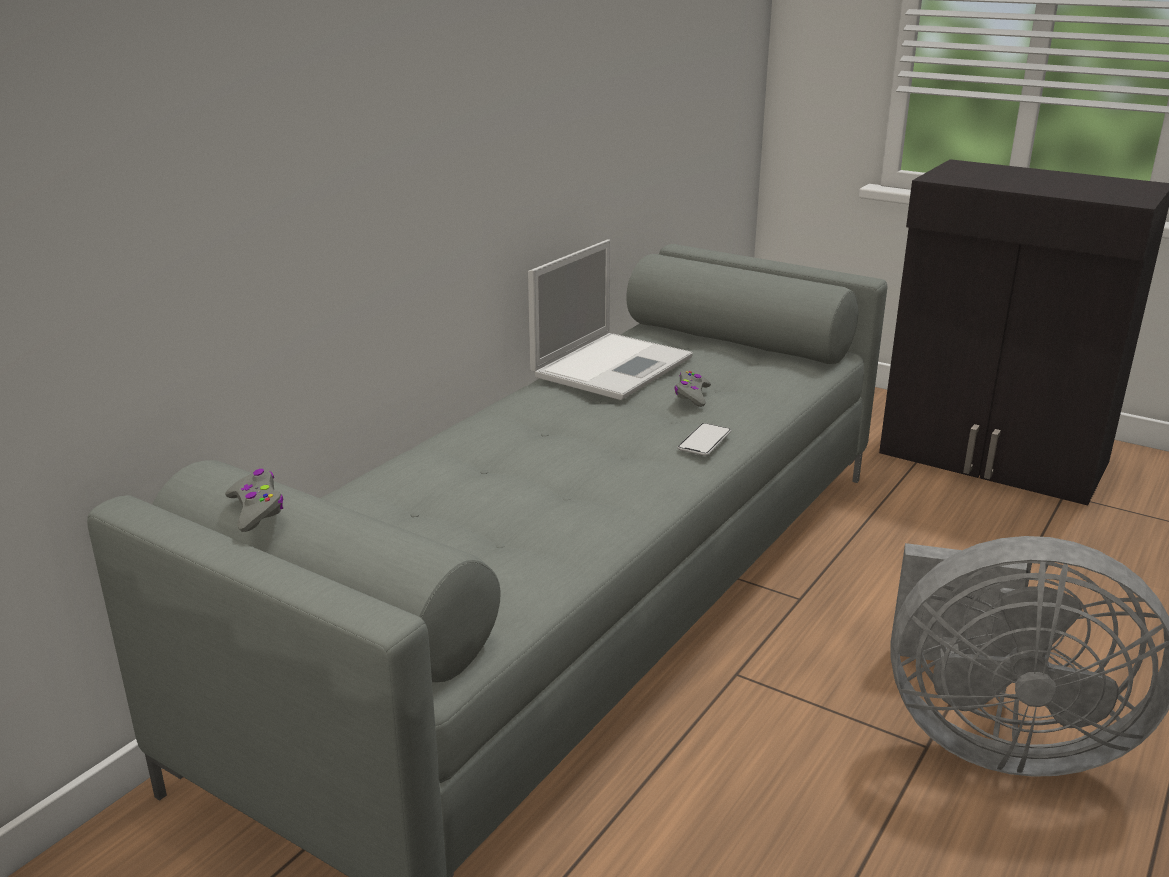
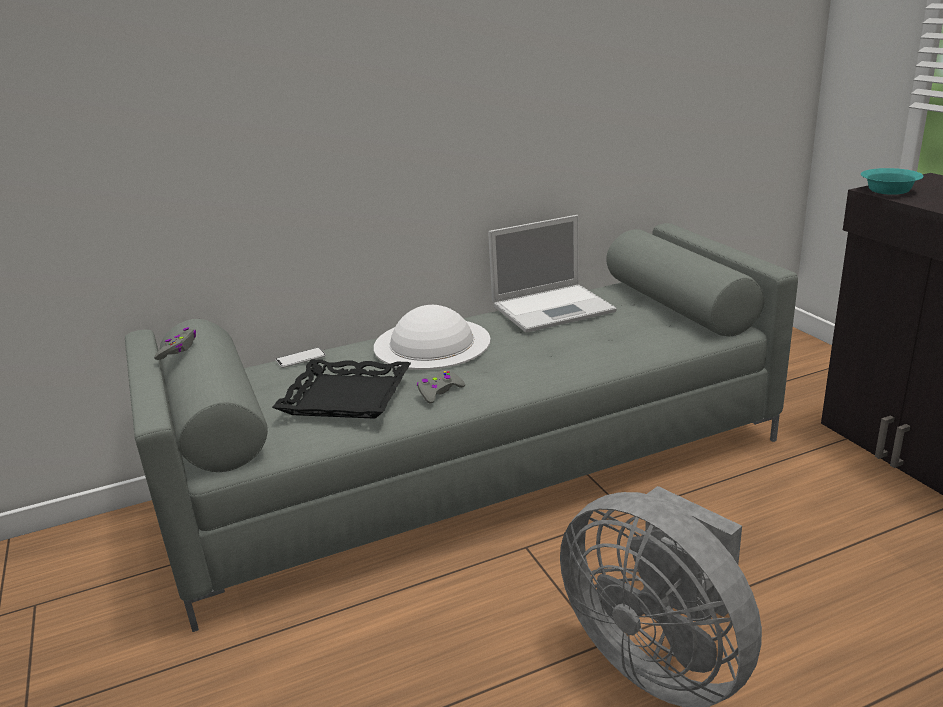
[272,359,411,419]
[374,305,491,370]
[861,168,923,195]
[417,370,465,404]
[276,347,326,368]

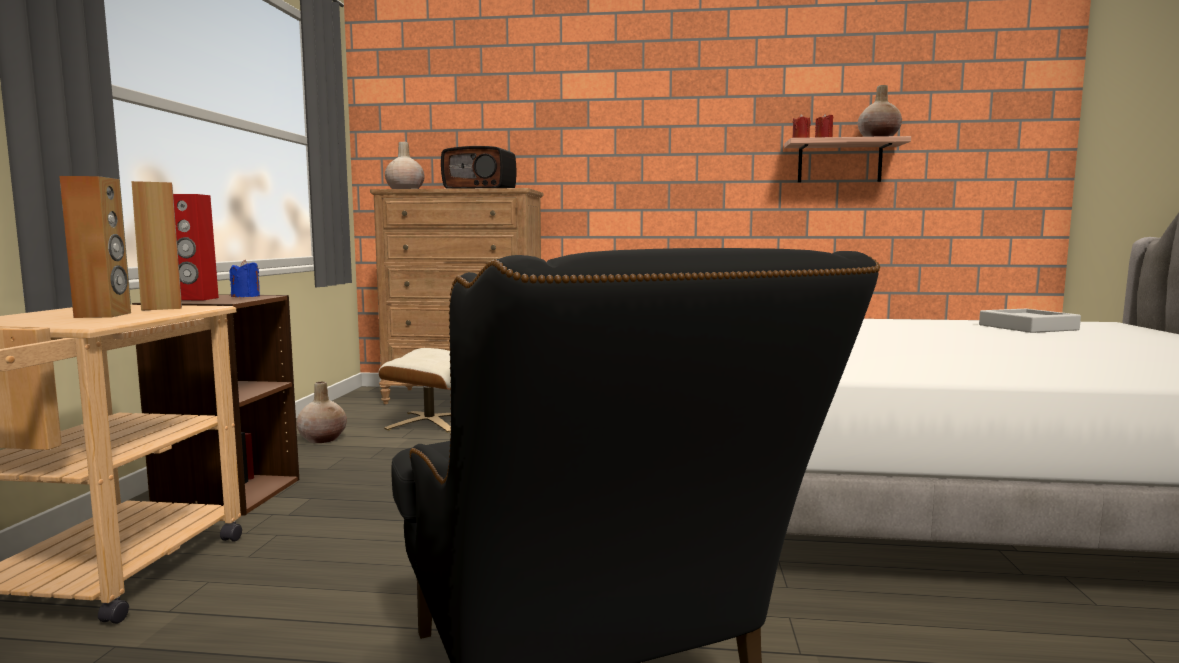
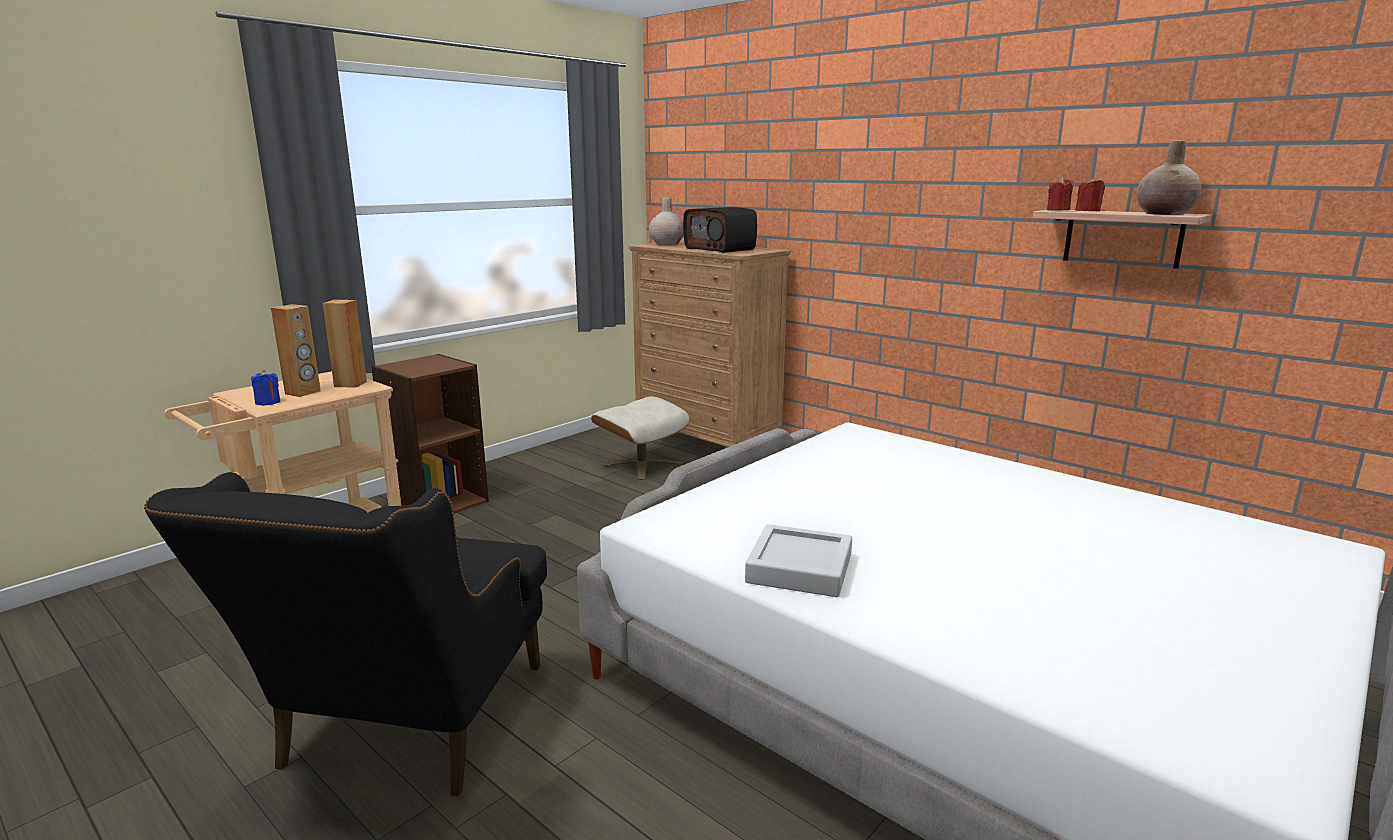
[173,194,219,300] (first image)
[296,382,347,443] (first image)
[251,370,280,406]
[745,524,852,597]

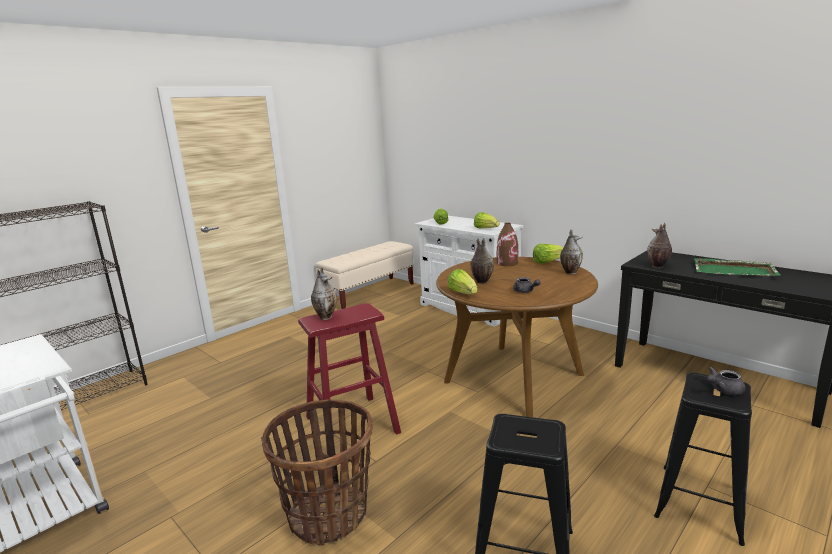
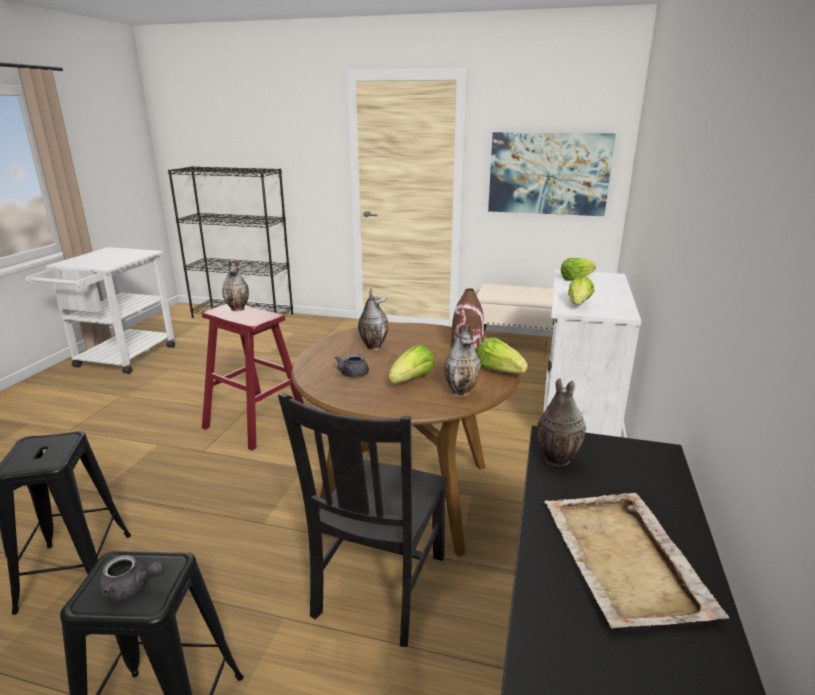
[261,399,372,545] (first image)
[278,393,447,647]
[488,132,616,216]
[389,345,435,383]
[544,493,729,629]
[99,555,164,602]

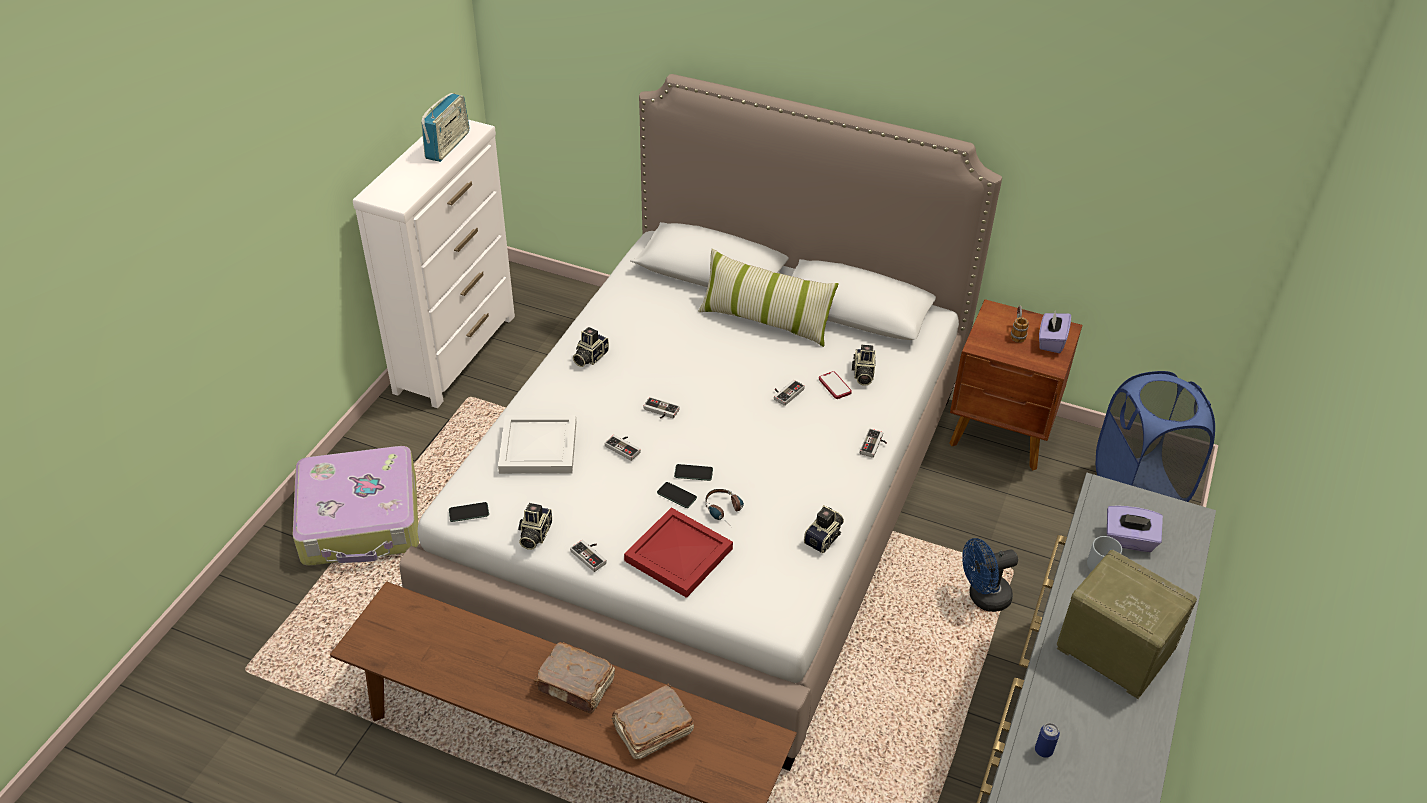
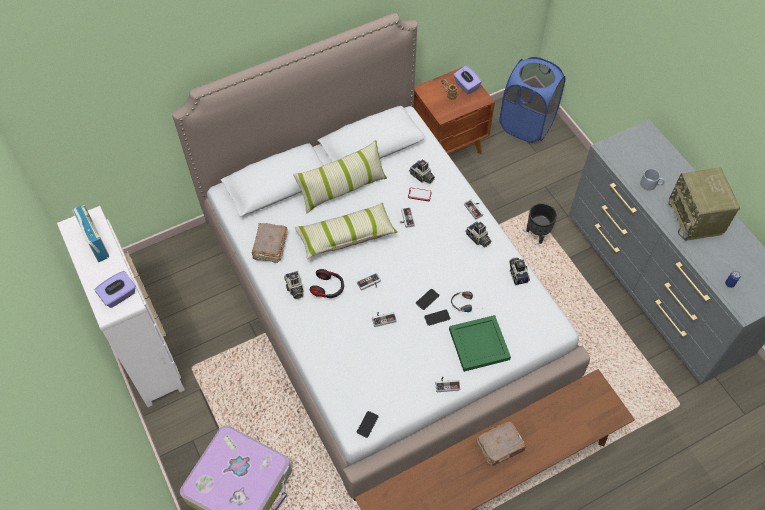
[498,415,576,474] (first image)
[294,203,398,259]
[310,269,344,298]
[465,221,491,248]
[252,223,287,263]
[95,271,136,308]
[526,203,557,244]
[449,315,511,372]
[668,168,740,241]

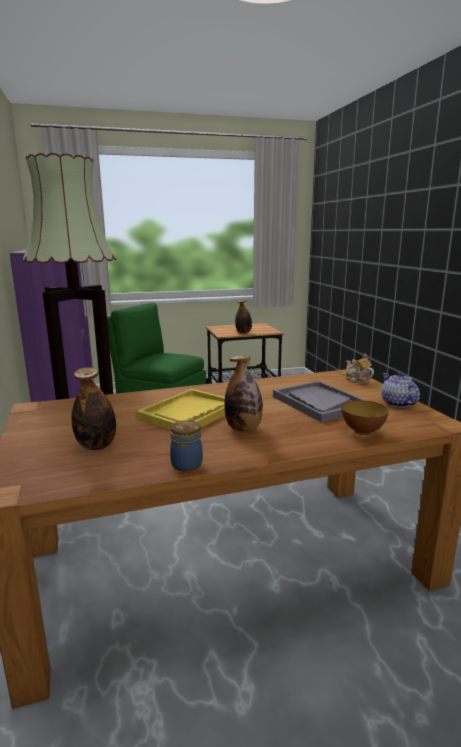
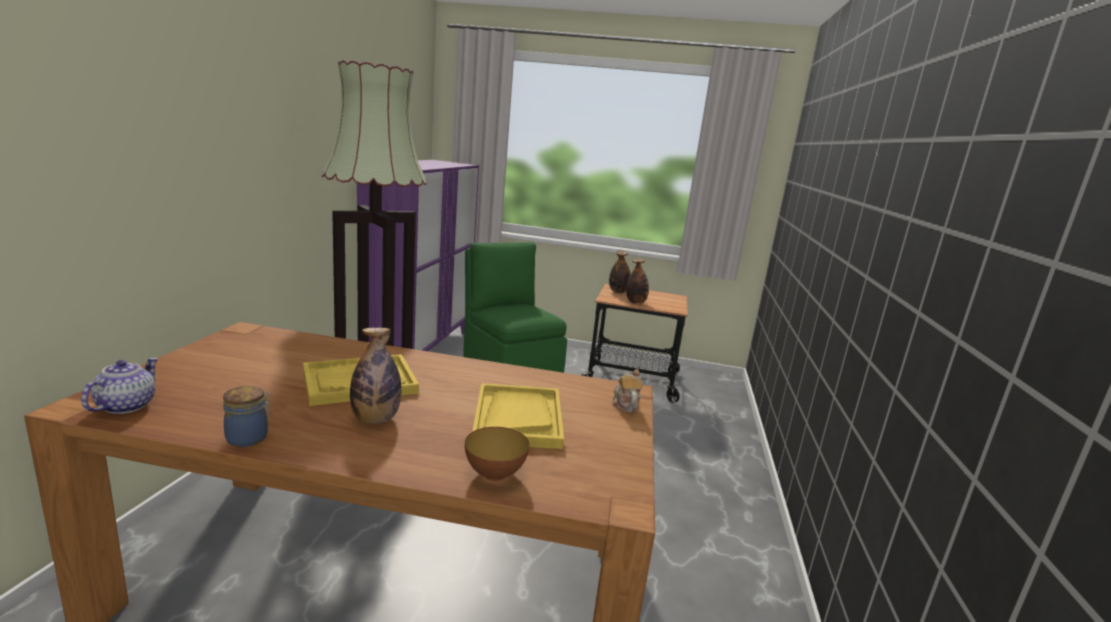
[609,251,630,293]
[81,358,159,414]
[472,383,564,449]

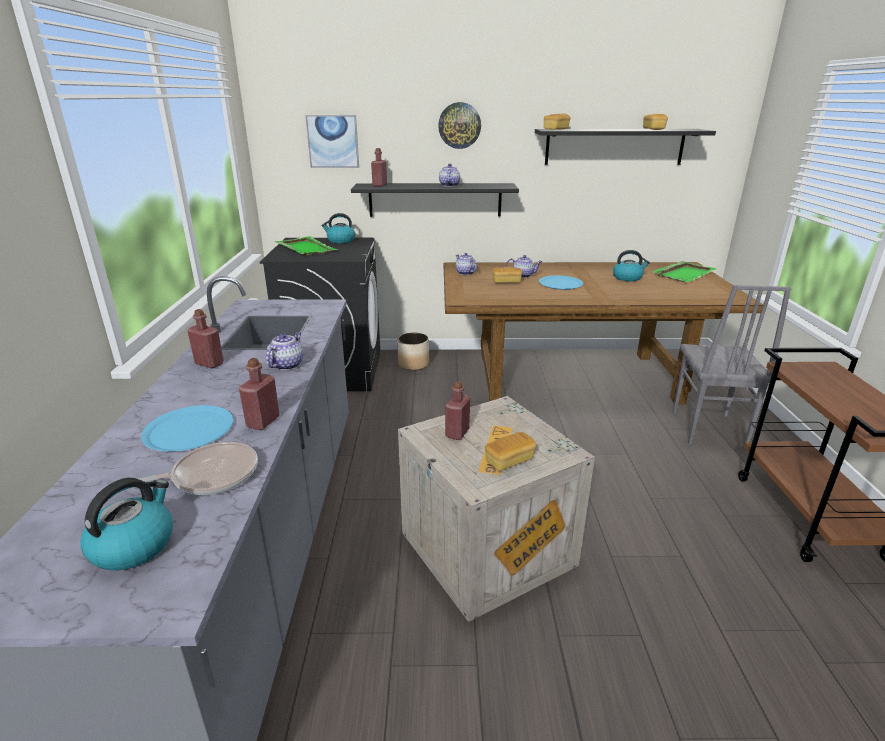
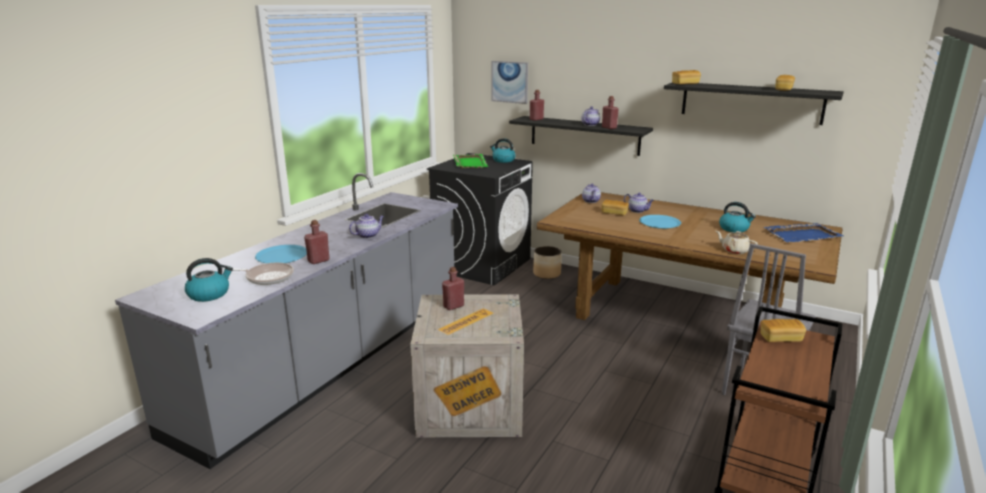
[438,102,481,149] (first image)
[716,231,758,254]
[602,96,619,129]
[760,319,806,342]
[764,223,844,242]

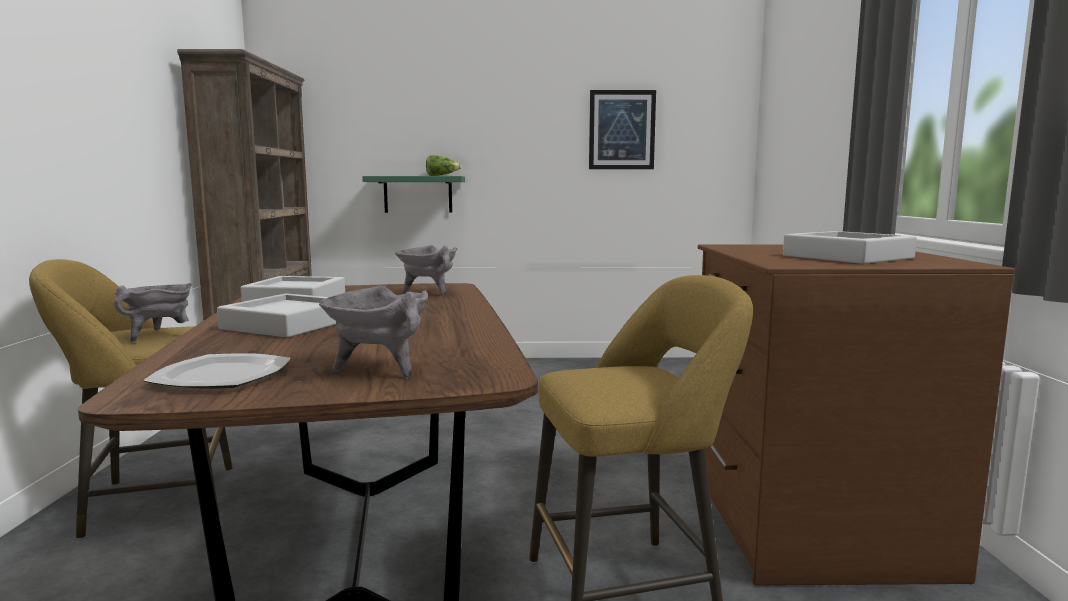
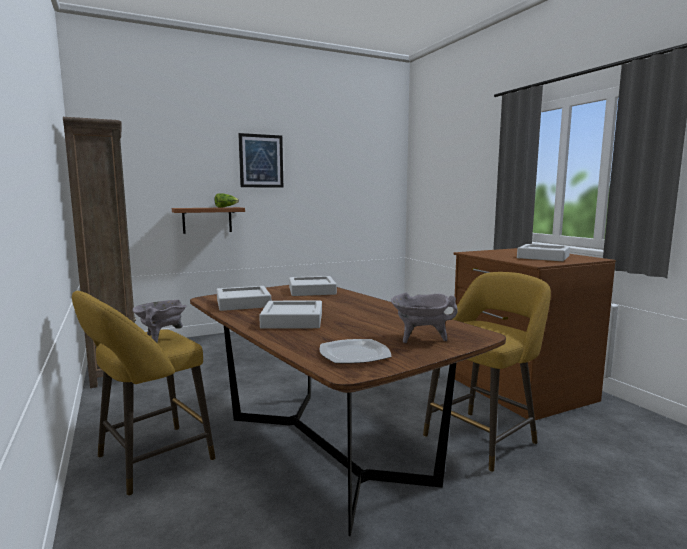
[238,133,283,188]
[289,276,337,296]
[172,207,245,234]

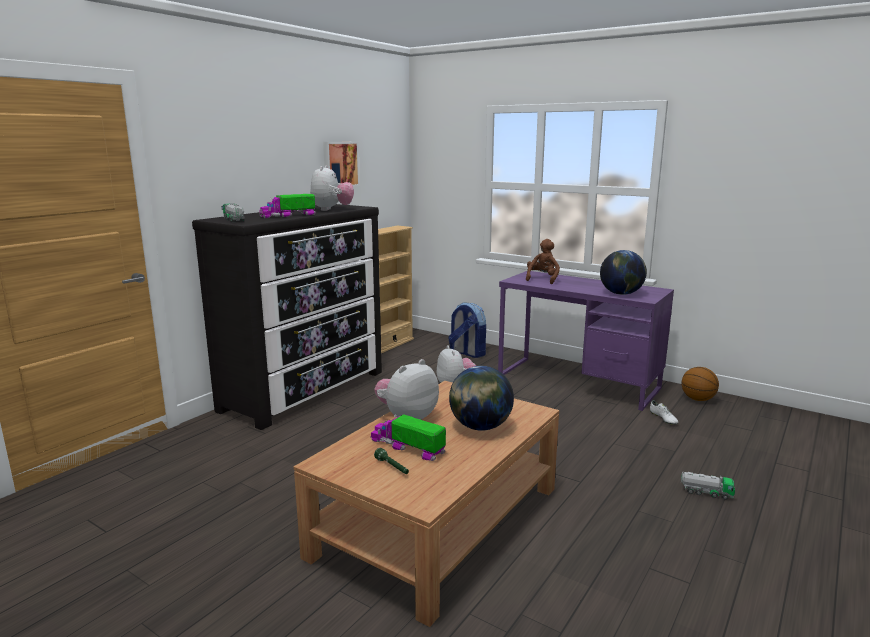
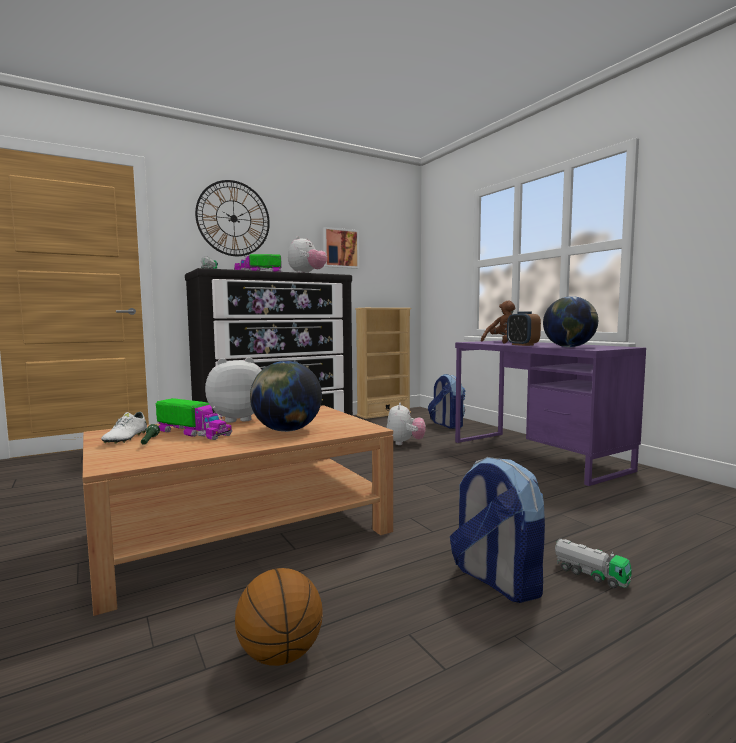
[195,180,270,256]
[450,457,545,603]
[507,311,541,346]
[101,412,147,444]
[235,568,323,666]
[156,398,232,440]

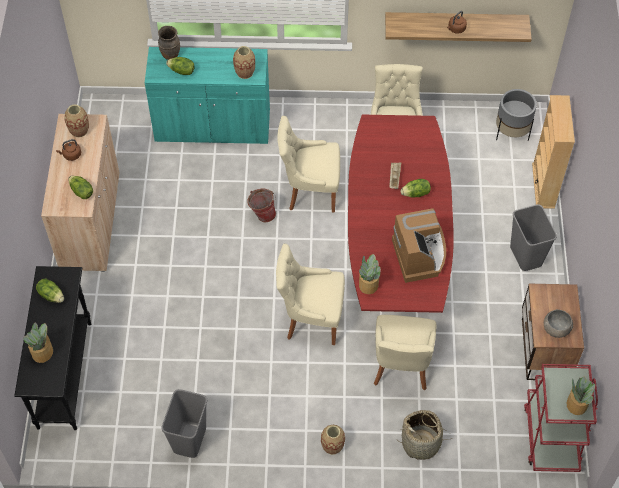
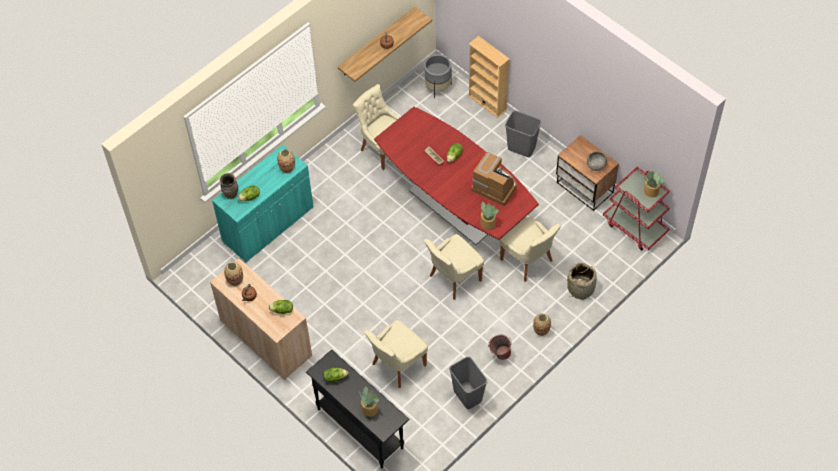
[488,334,512,360]
[364,320,428,388]

